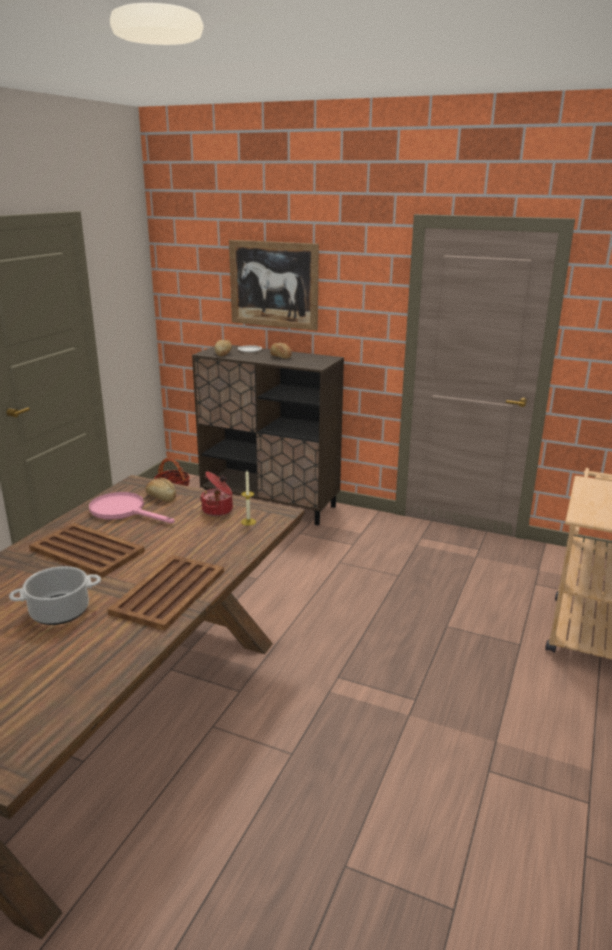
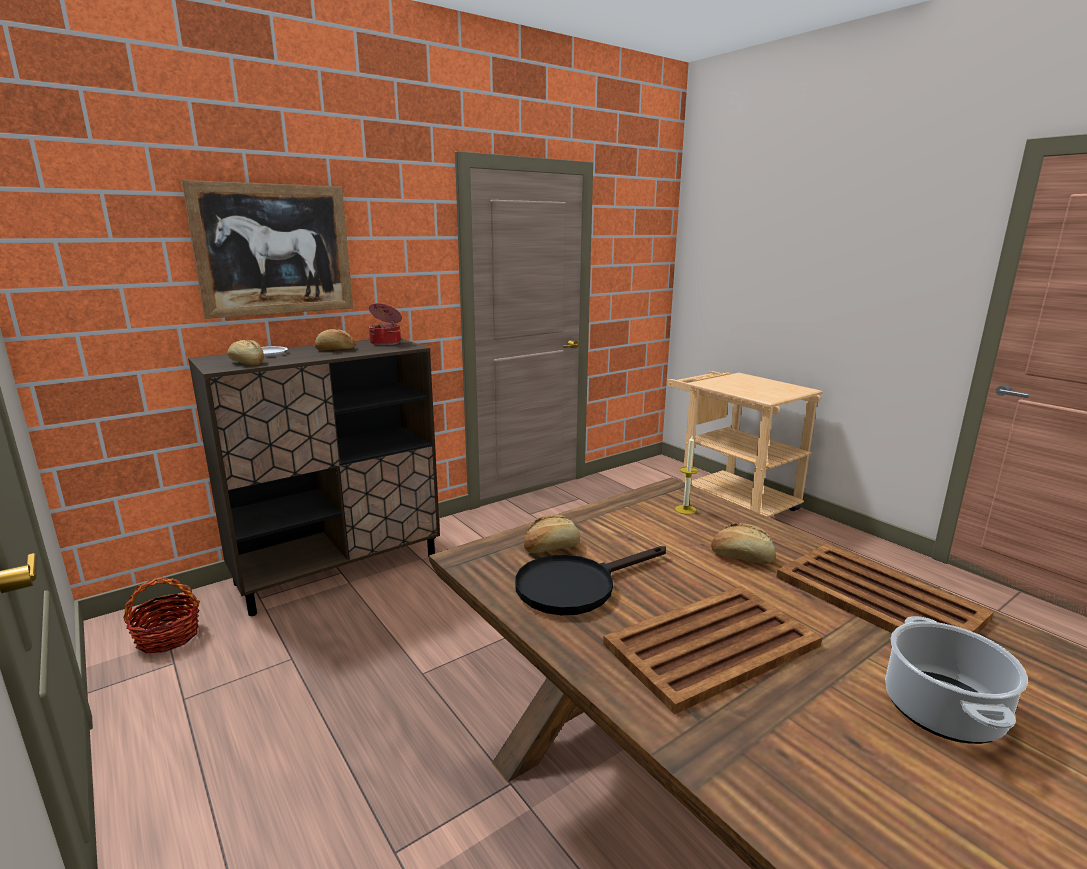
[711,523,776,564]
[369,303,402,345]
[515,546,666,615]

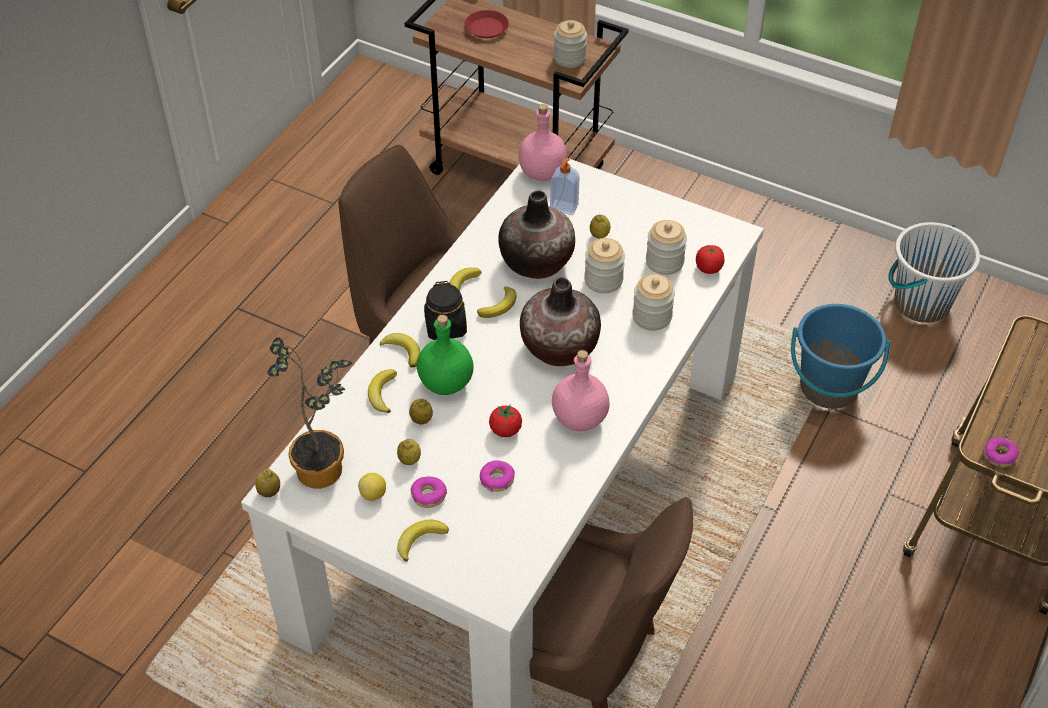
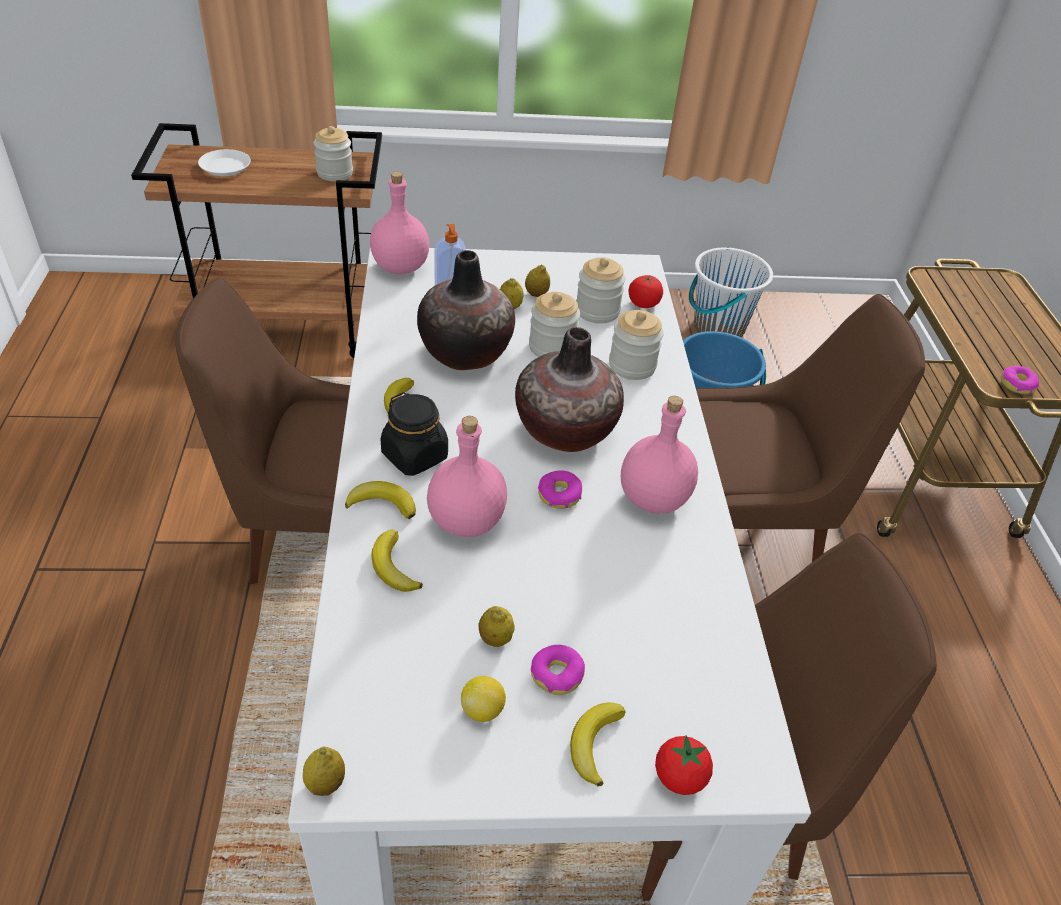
[267,337,352,489] (first image)
[477,287,517,318] (first image)
[696,294,925,562]
[525,265,550,297]
[538,470,582,509]
[655,735,713,795]
[427,416,507,537]
[198,149,251,176]

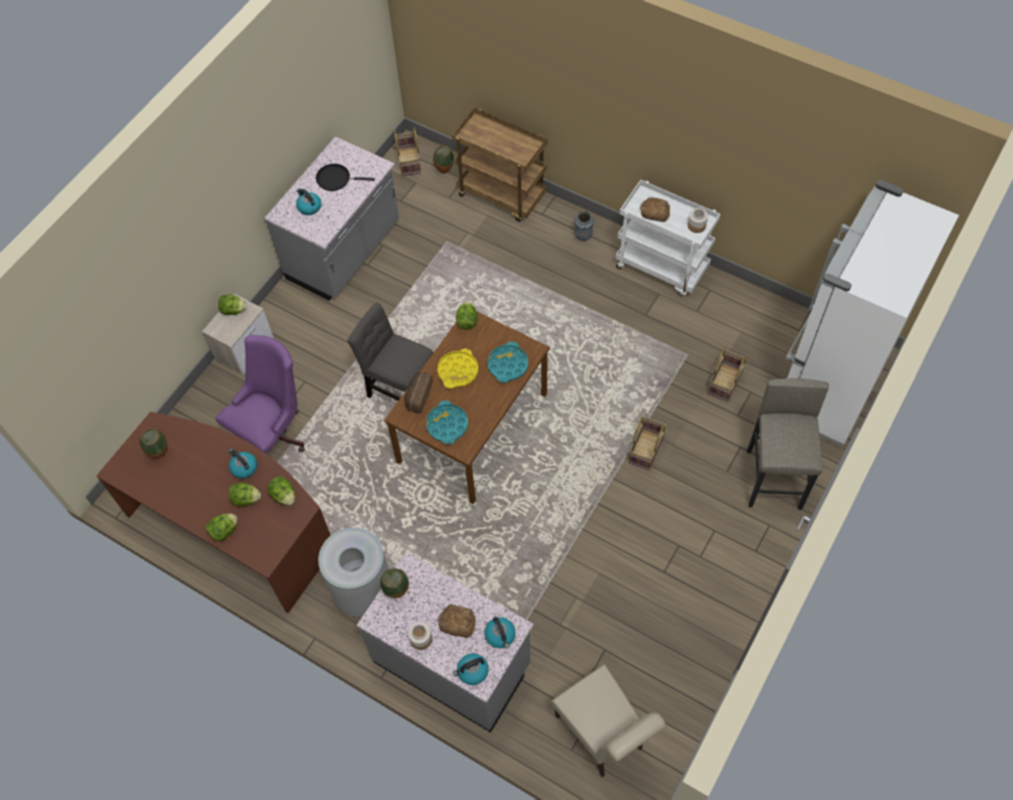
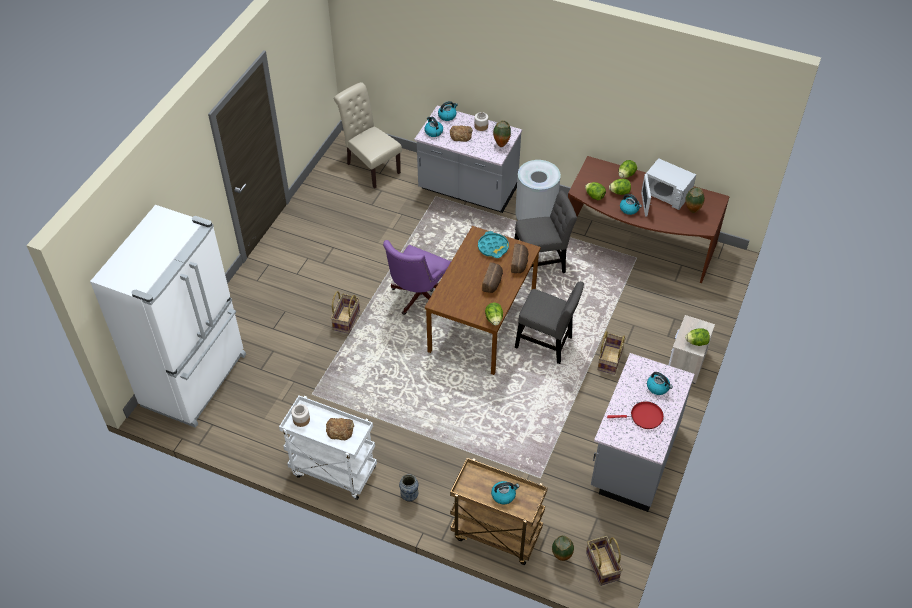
[487,342,528,383] (first image)
[747,378,829,510] (first image)
[491,481,519,505]
[514,190,577,273]
[641,158,696,216]
[383,240,451,315]
[597,331,626,375]
[482,262,503,293]
[607,401,664,429]

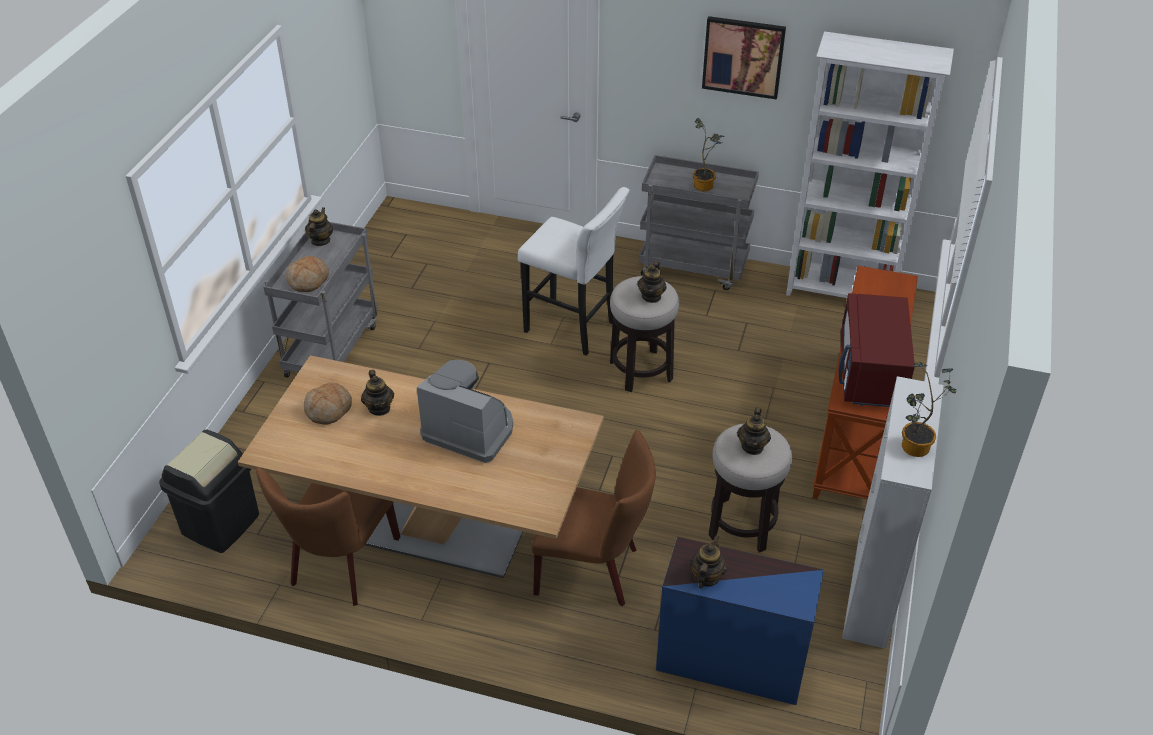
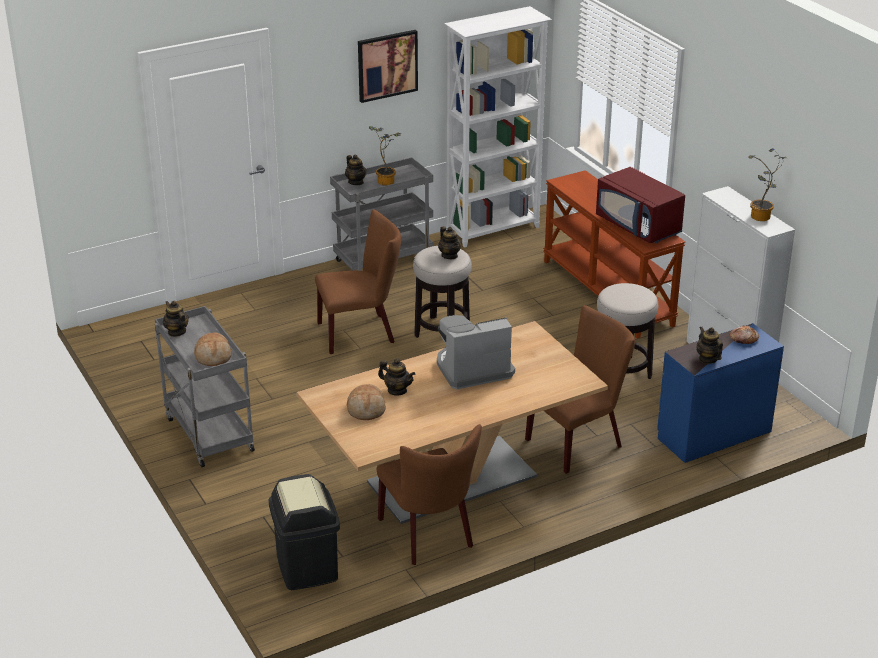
[730,326,759,344]
[345,155,366,185]
[315,209,401,354]

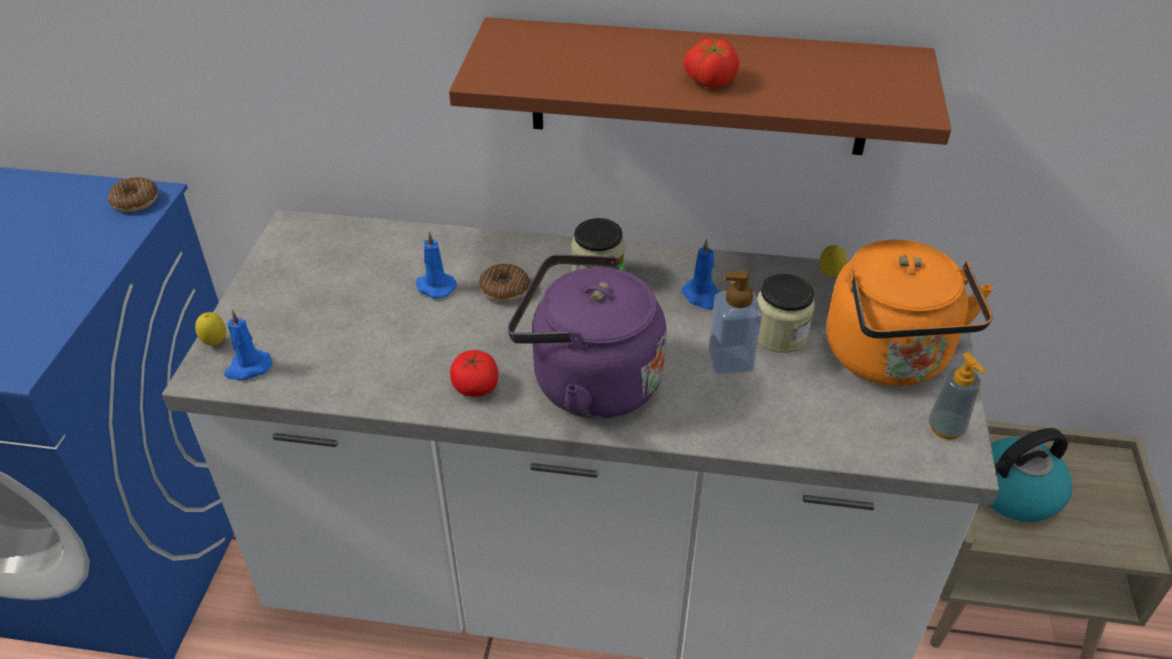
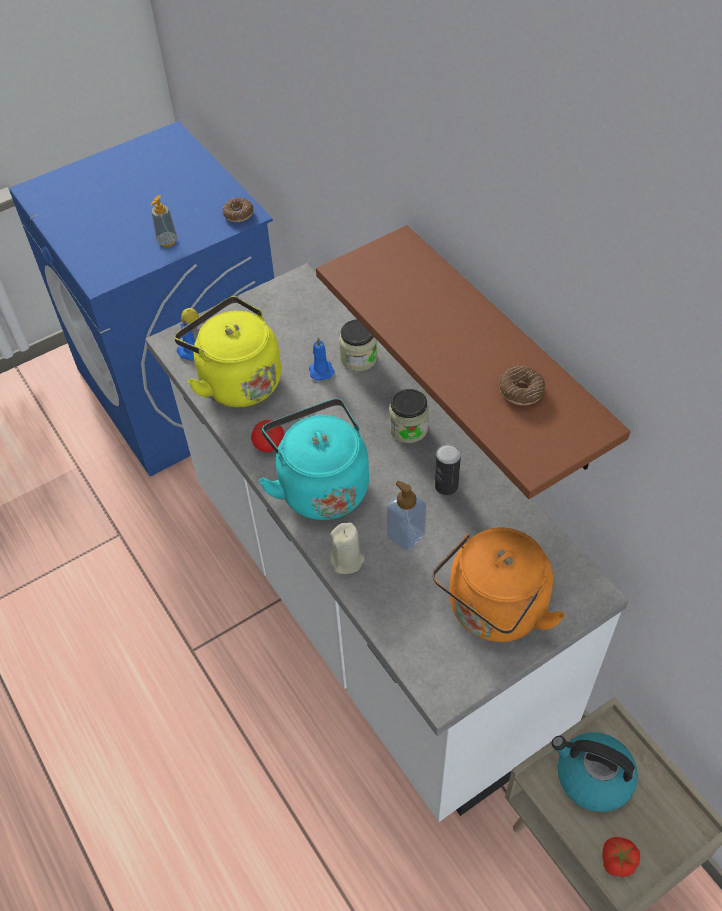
[819,245,846,276] (first image)
[174,296,281,407]
[329,523,365,574]
[499,366,545,405]
[602,837,640,877]
[339,319,377,371]
[151,195,177,247]
[435,444,461,495]
[259,399,369,520]

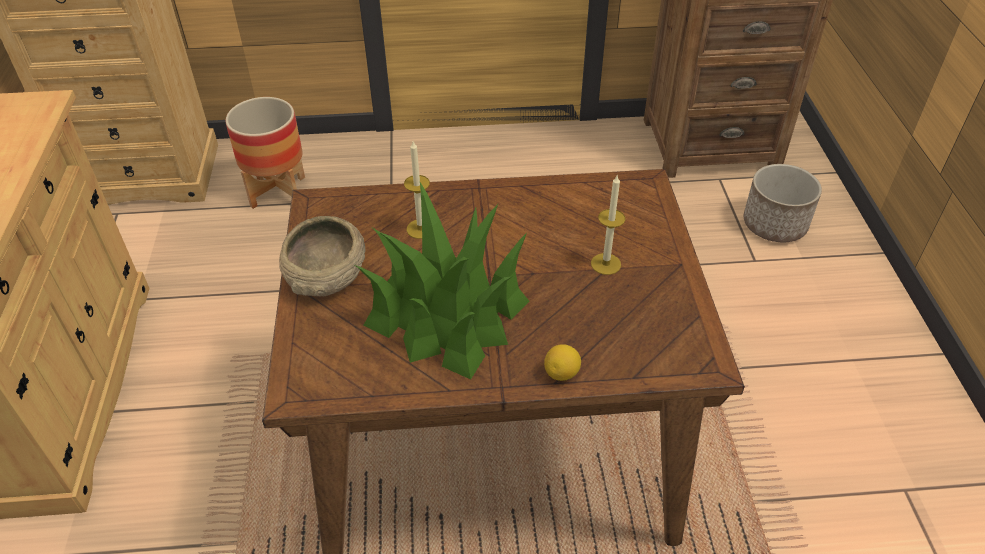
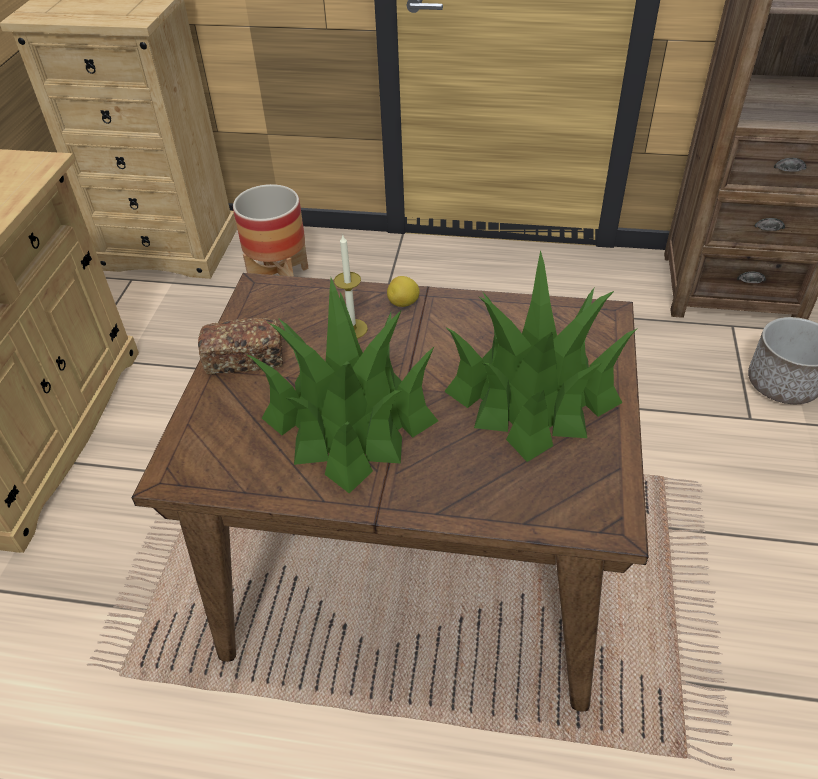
[387,276,420,307]
[198,318,283,375]
[444,250,638,462]

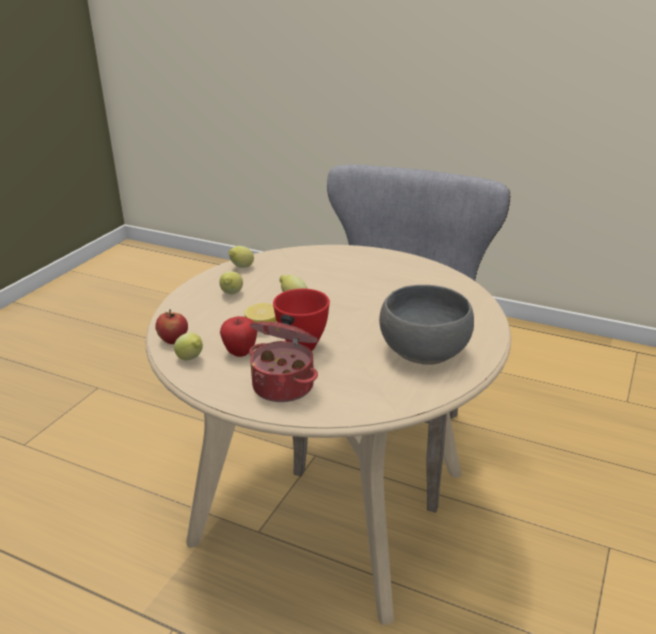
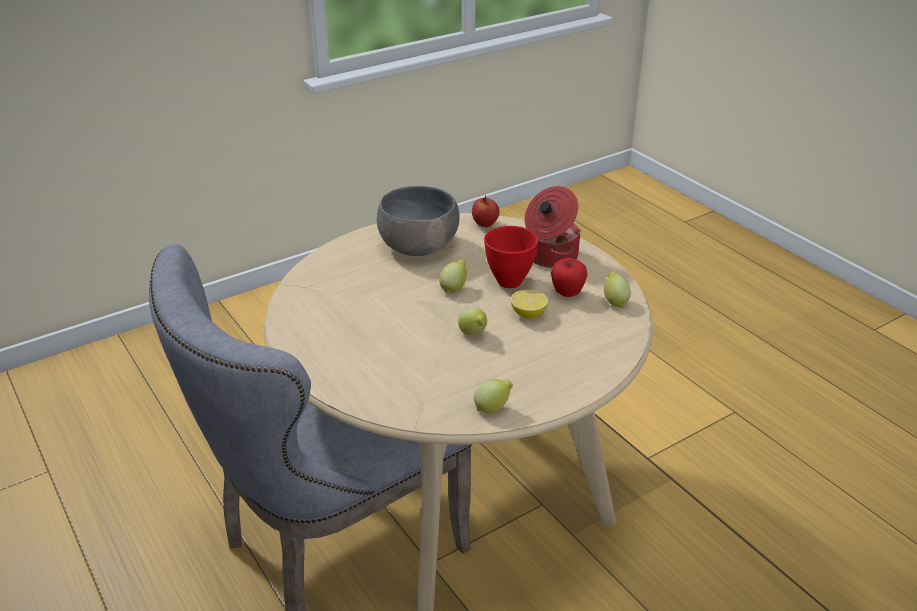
[472,195,499,227]
[439,260,467,294]

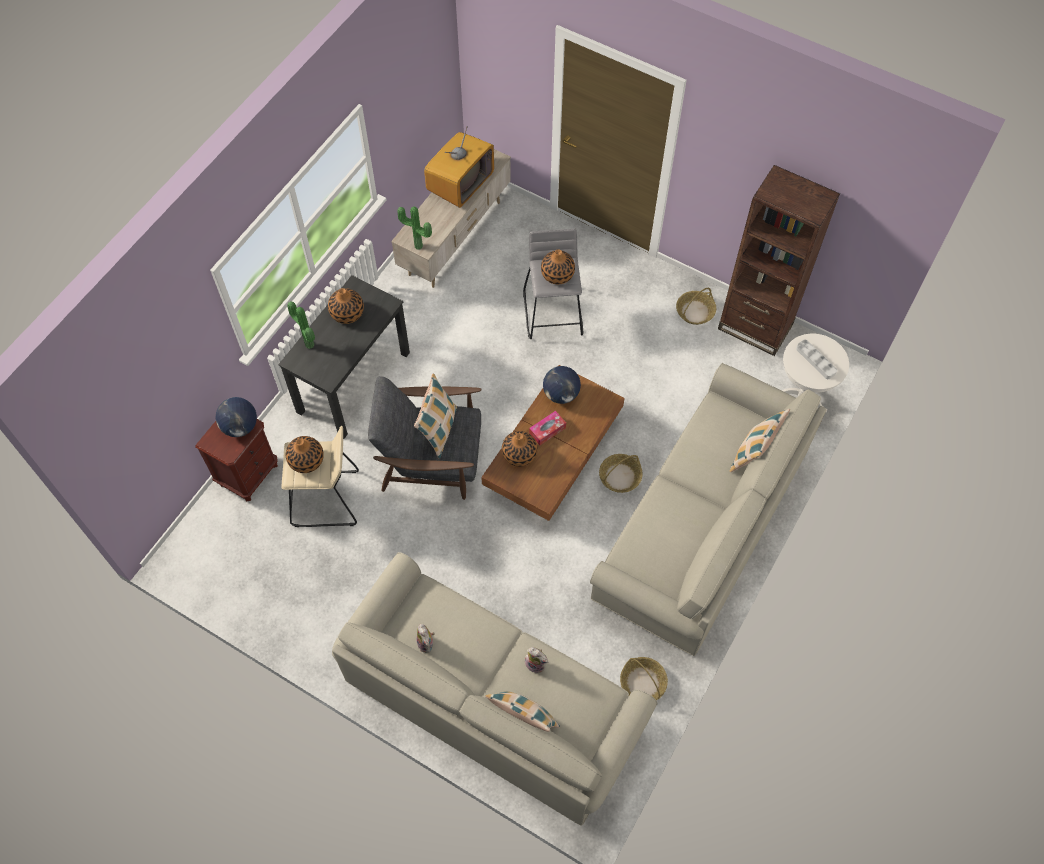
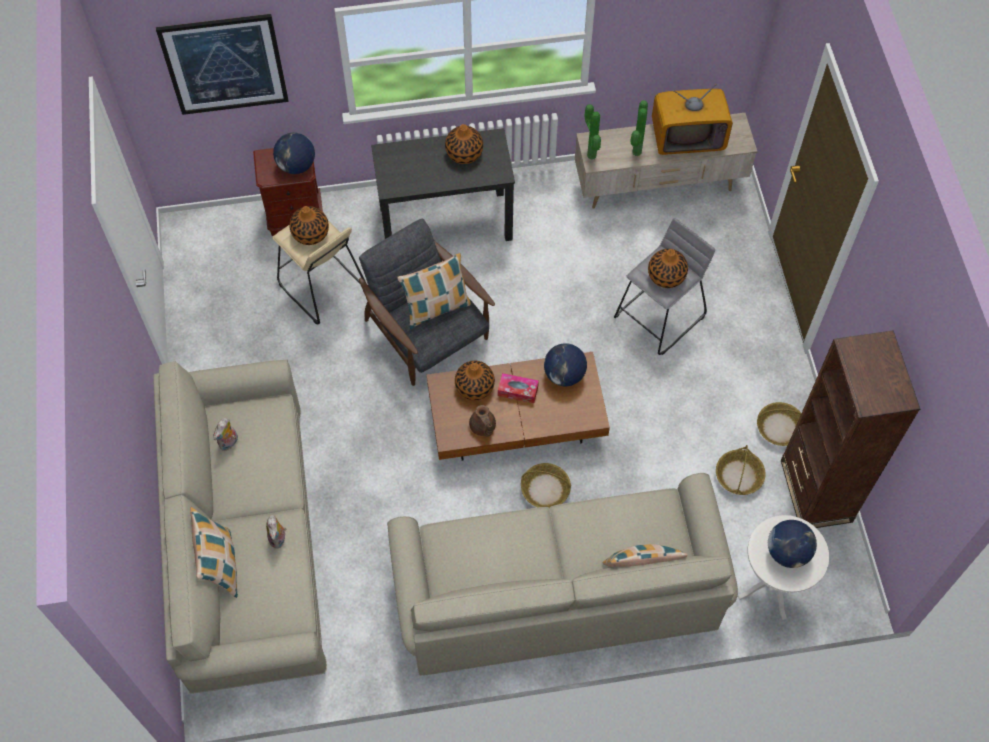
[156,14,289,115]
[469,405,496,437]
[630,100,648,156]
[716,445,766,495]
[768,520,817,568]

